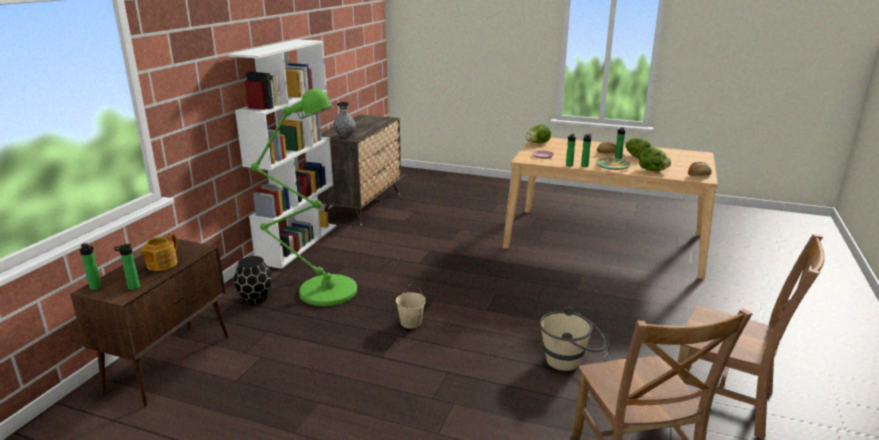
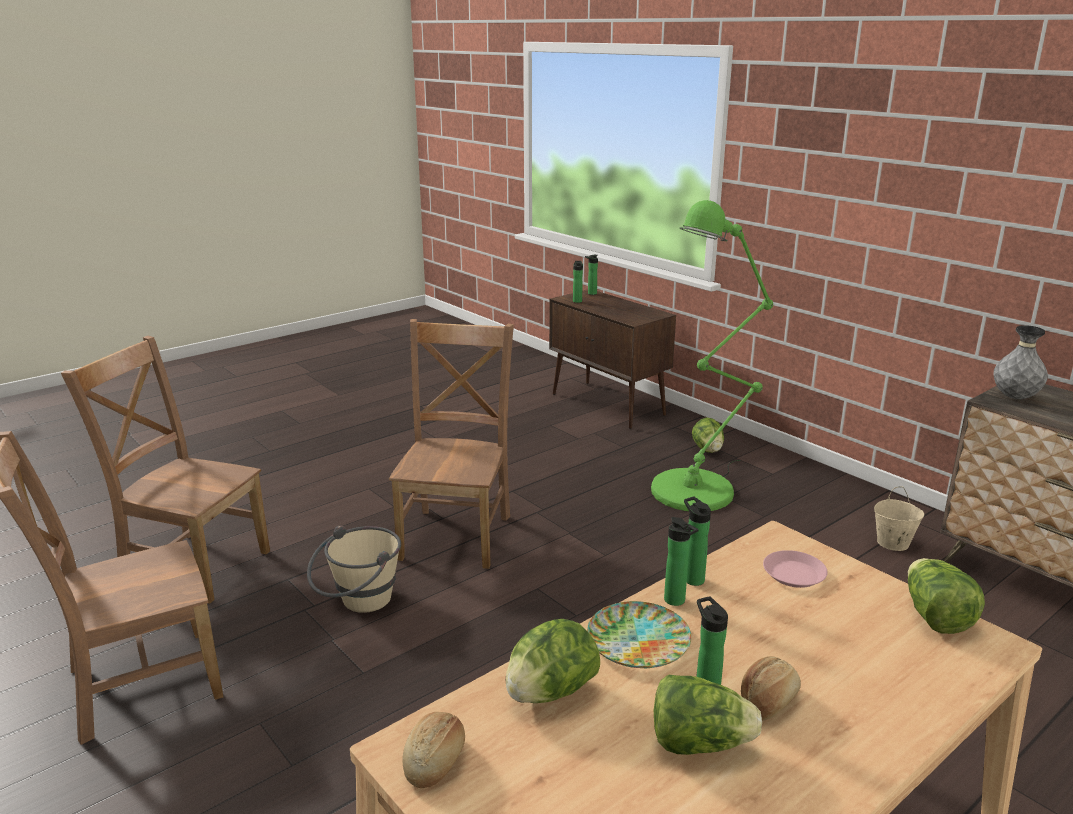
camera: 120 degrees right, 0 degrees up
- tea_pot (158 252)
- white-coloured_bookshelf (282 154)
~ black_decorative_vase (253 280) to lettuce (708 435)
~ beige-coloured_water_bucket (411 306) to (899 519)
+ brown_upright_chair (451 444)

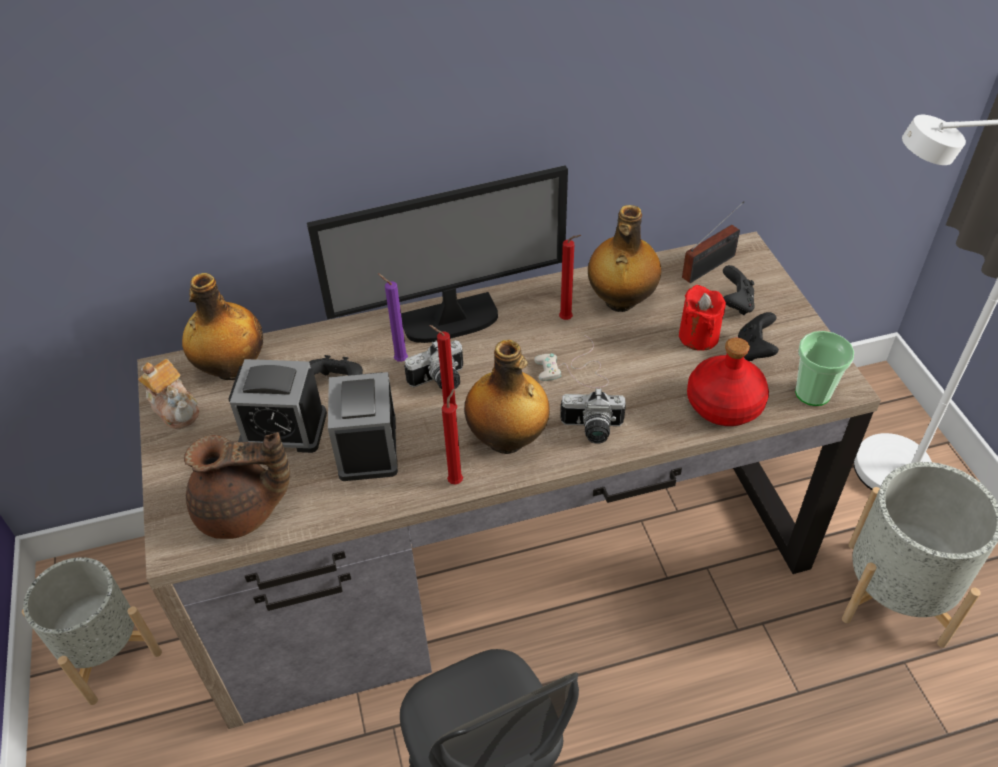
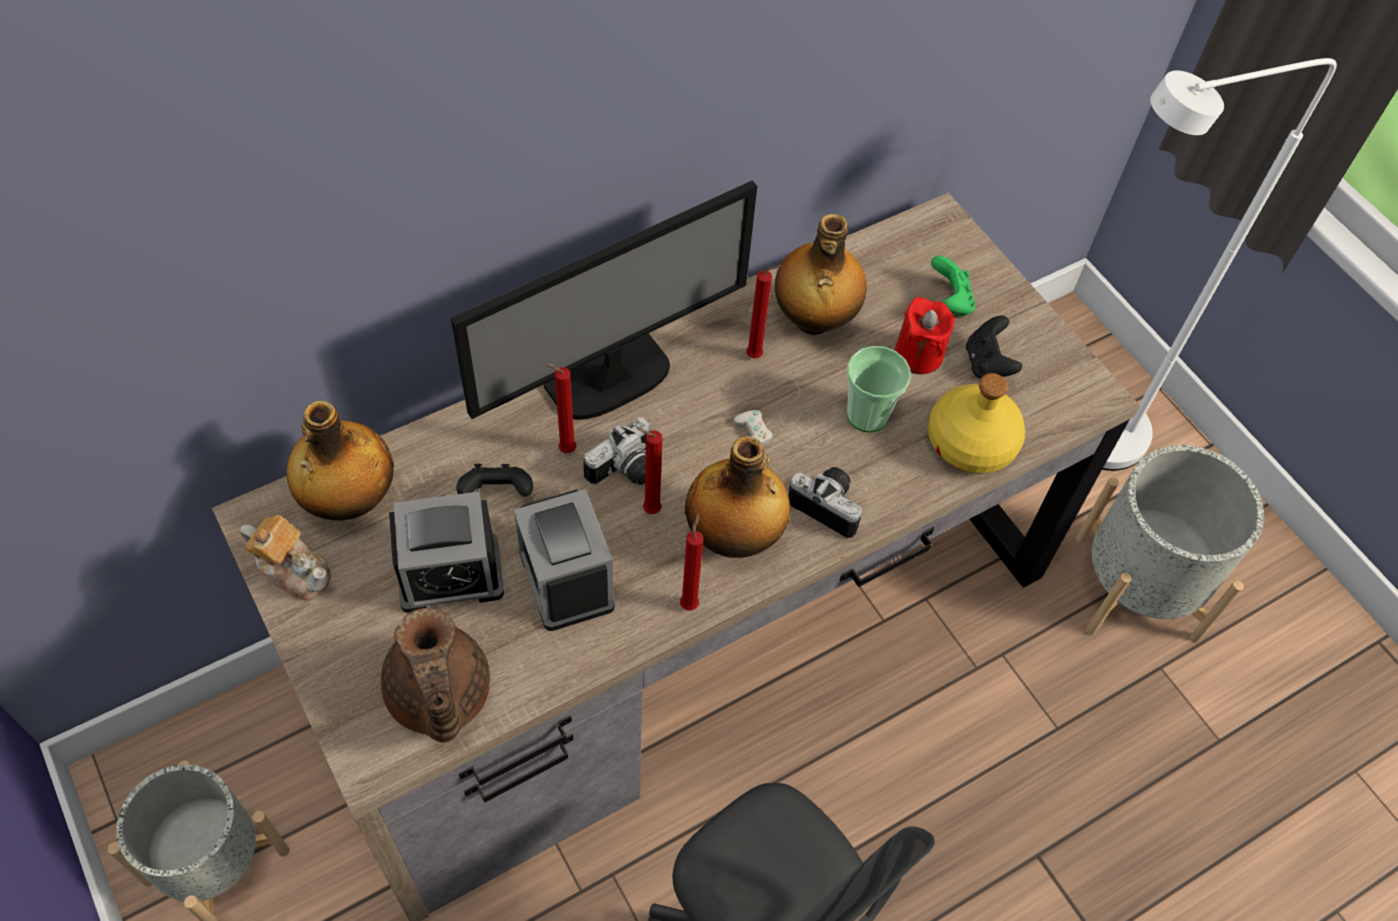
camera: 20 degrees left, 10 degrees up
~ brown_tea_pot (237 485) = (435 675) 90 degrees clockwise
~ purplish_candle (393 317) to reddish_candle (560 407)
~ still_camera (593 416) = (825 502) 135 degrees counterclockwise
- radio_set (713 242)
~ reddish_drink_bottle (728 382) to yellowish_drink_bottle (976 423)
~ black_game_controller (739 290) to green_game_controller (953 286)
~ drinking_cup (824 368) to (879 389)

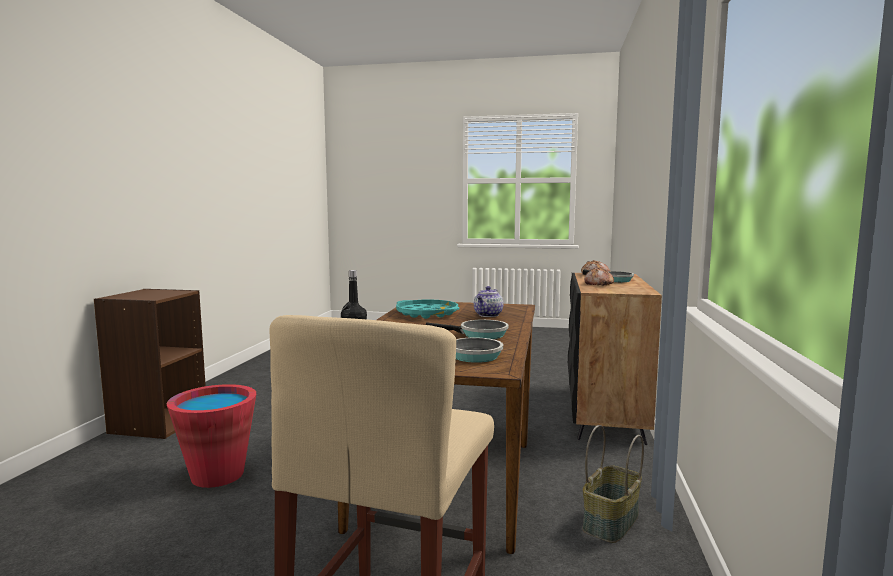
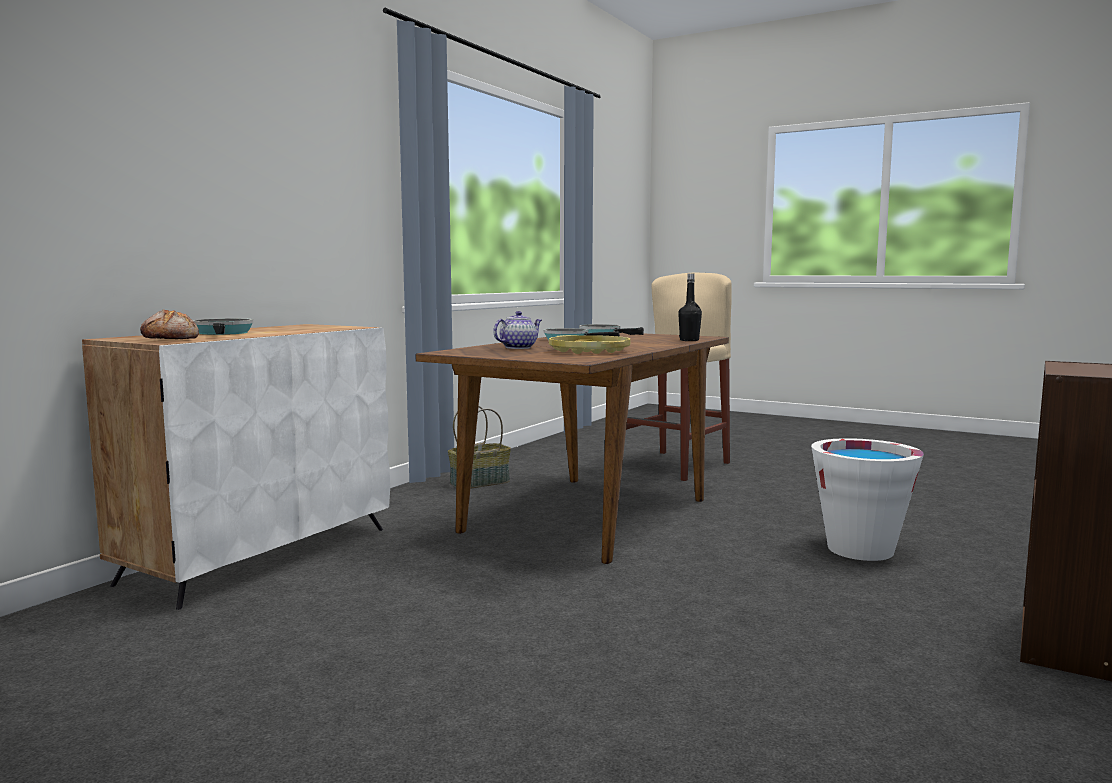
camera: 160 degrees left, 0 degrees up
~ reddish_water_bucket (211 436) to white-coloured_water_bucket (867 499)
~ blue-green_carrying_tray (427 309) to yellowish_carrying_tray (590 344)
~ black_storage_cabinet (615 359) to white-coloured_storage_cabinet (236 467)
- bakery_bread (599 276)

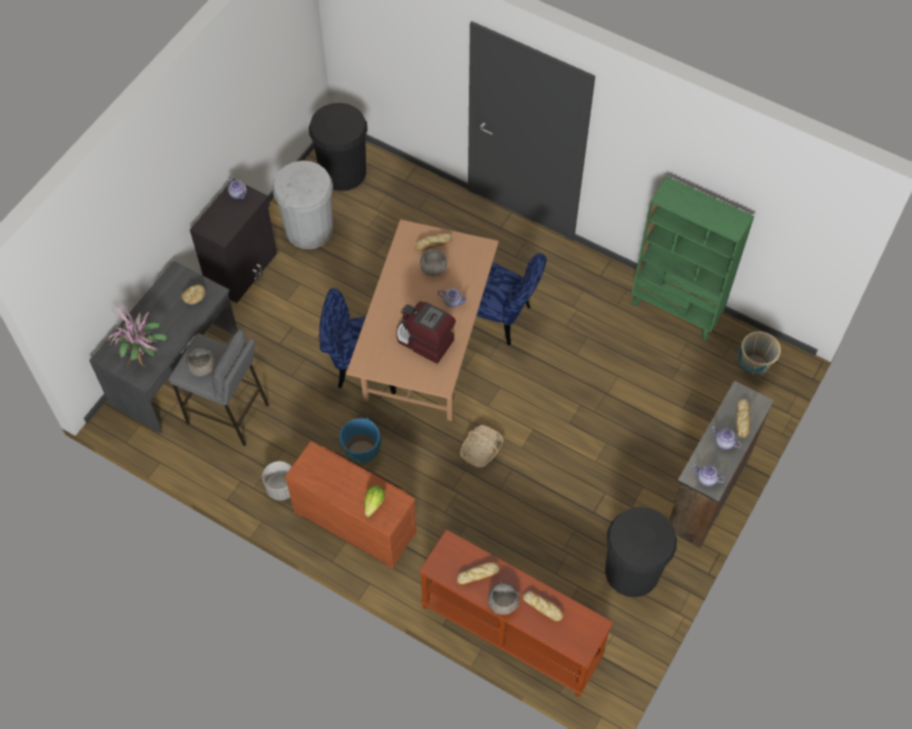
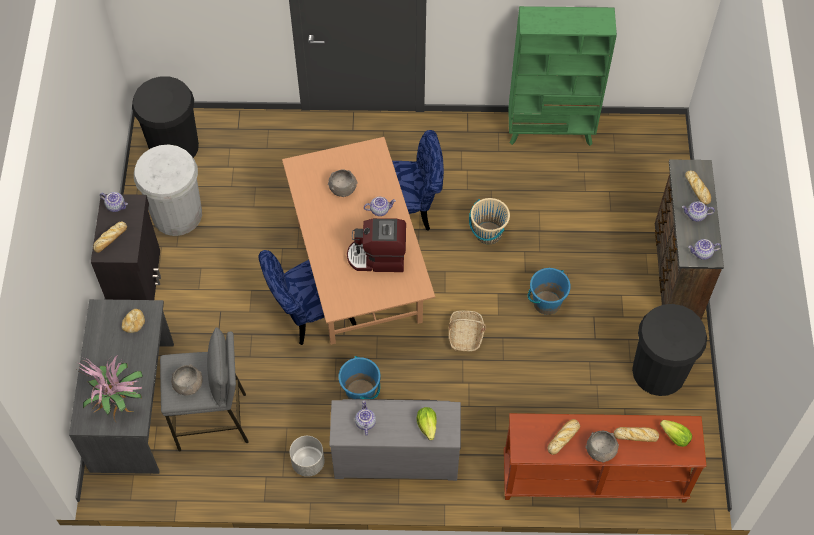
camera: 30 degrees left, 0 degrees up
~ brown_chest_of_drawers (351 505) to grey_chest_of_drawers (395 440)
~ bakery_bread (433 242) to (110 237)
~ beige-coloured_water_bucket (760 353) to (489 221)
+ tea_pot (365 417)
+ blue_water_bucket (549 291)
+ lettuce (676 433)

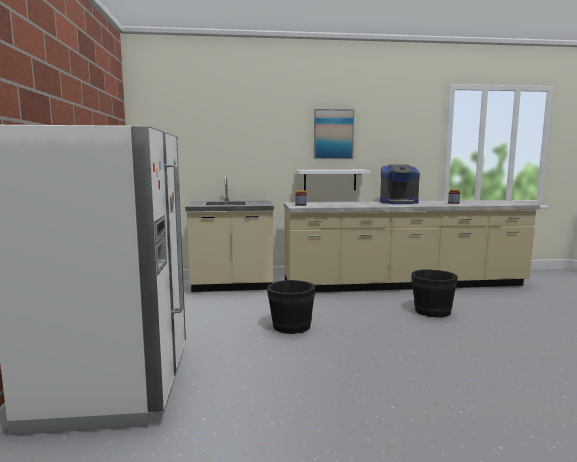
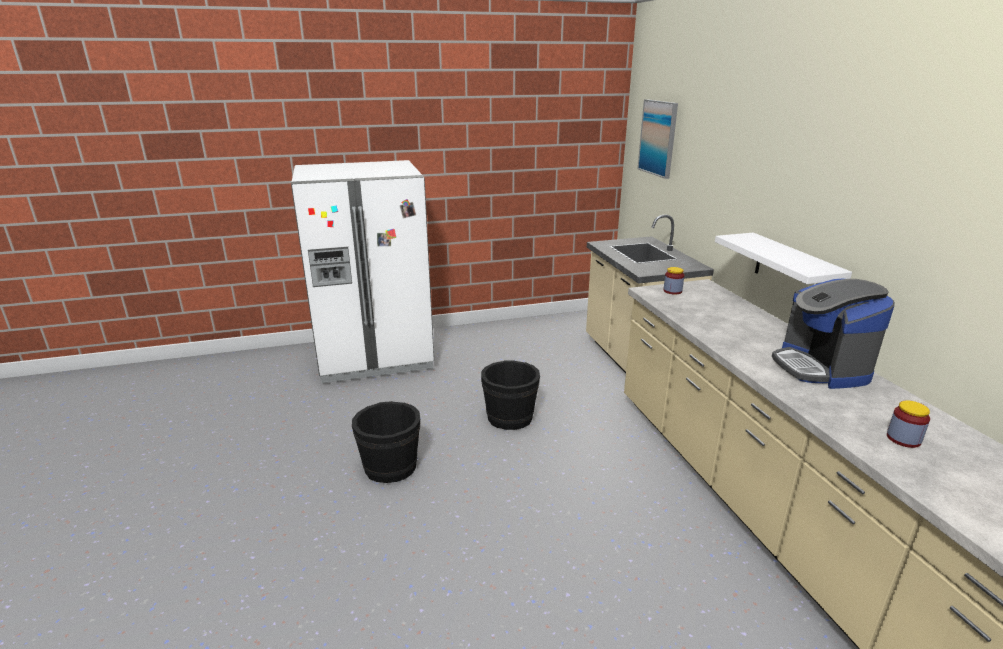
camera: 80 degrees right, 15 degrees up
~ wall_art (334 134) to (657 139)
~ black_water_bucket (434 293) to (386 442)

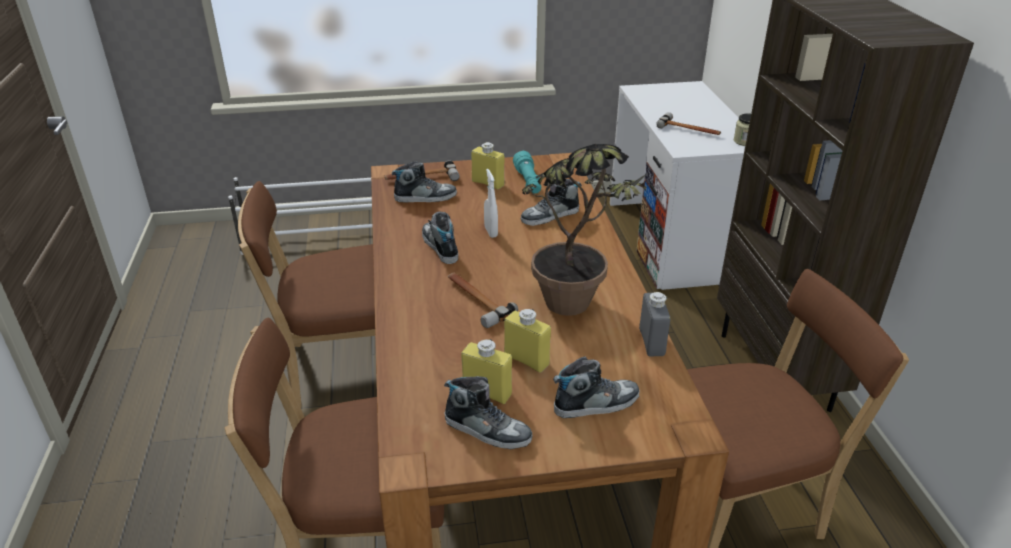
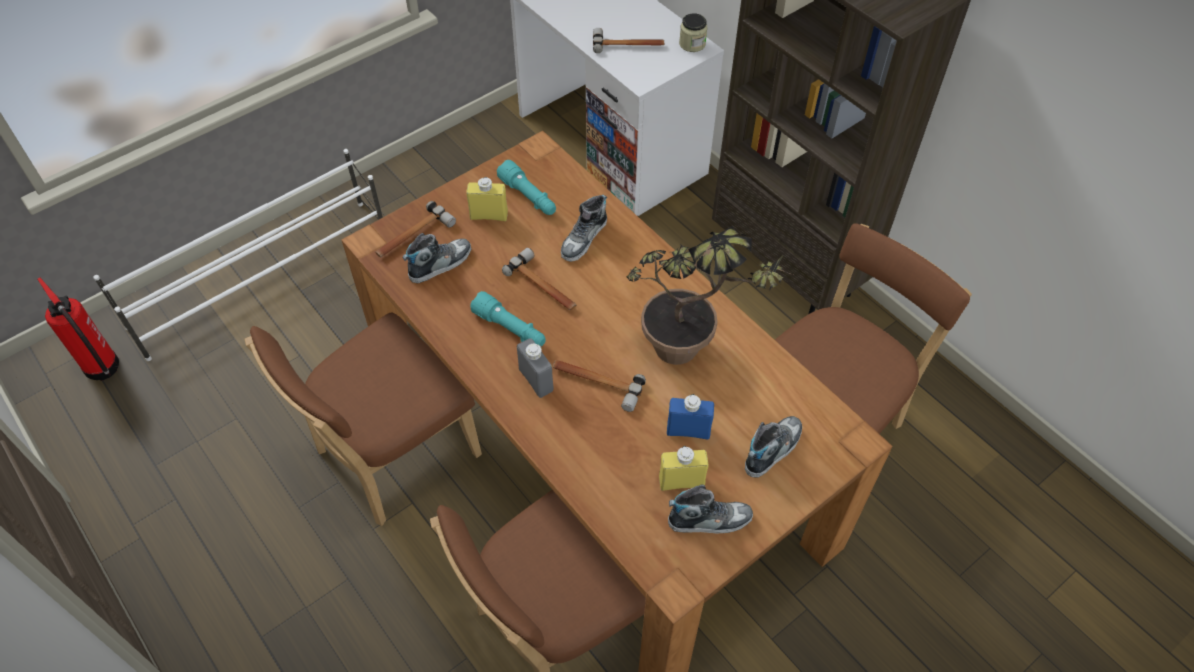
camera: 30 degrees left, 20 degrees up
~ low_shoe (440 238) to blue-green_flashlight (508 319)
~ white-coloured_sprayer (491 203) to hand_hammer (539 279)
~ yellowish_drink_bottle (527 341) to blue_drink_bottle (690 417)
~ grey_drink_bottle (655 324) to (535 368)
+ fire-fighting_cylinder (78 329)

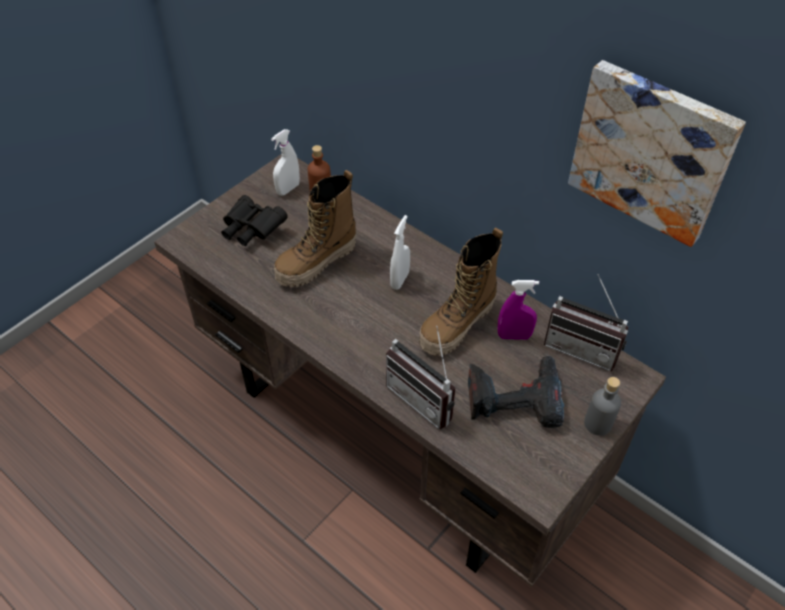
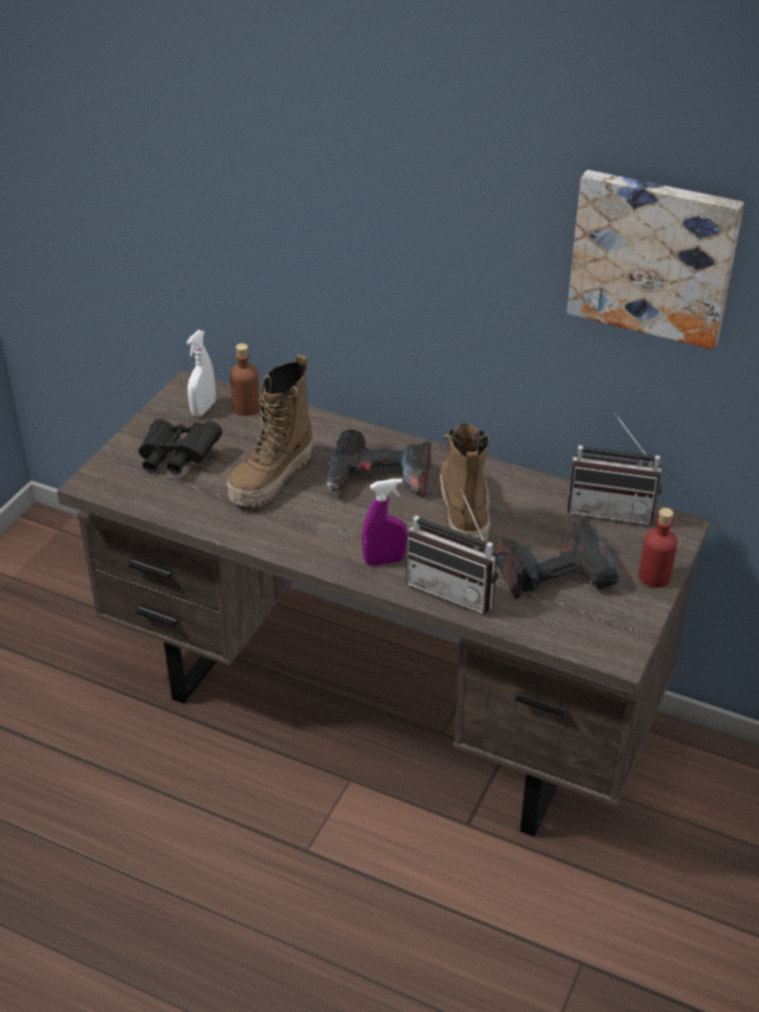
camera: 15 degrees left, 10 degrees down
~ white-coloured_sprayer (400 252) to power_drill (378 463)
~ boot (461 292) = (465 485) 150 degrees clockwise
~ purplish_sprayer (518 310) to (384 522)
~ grey_drink_bottle (602 406) to reddish_drink_bottle (657 548)

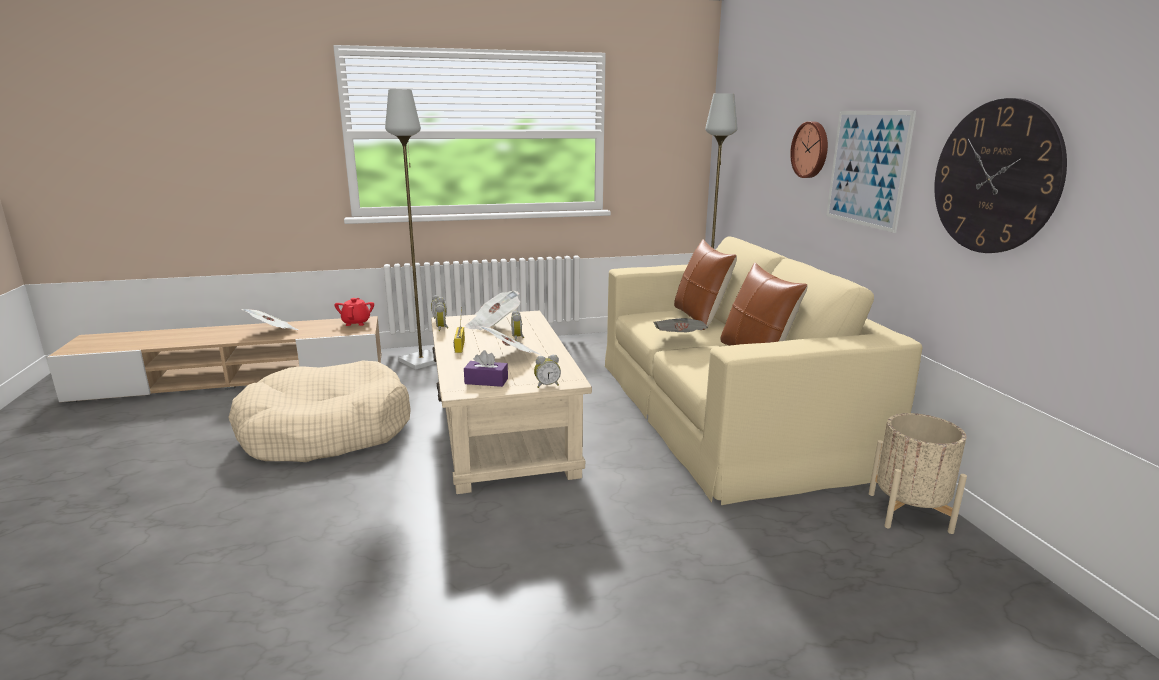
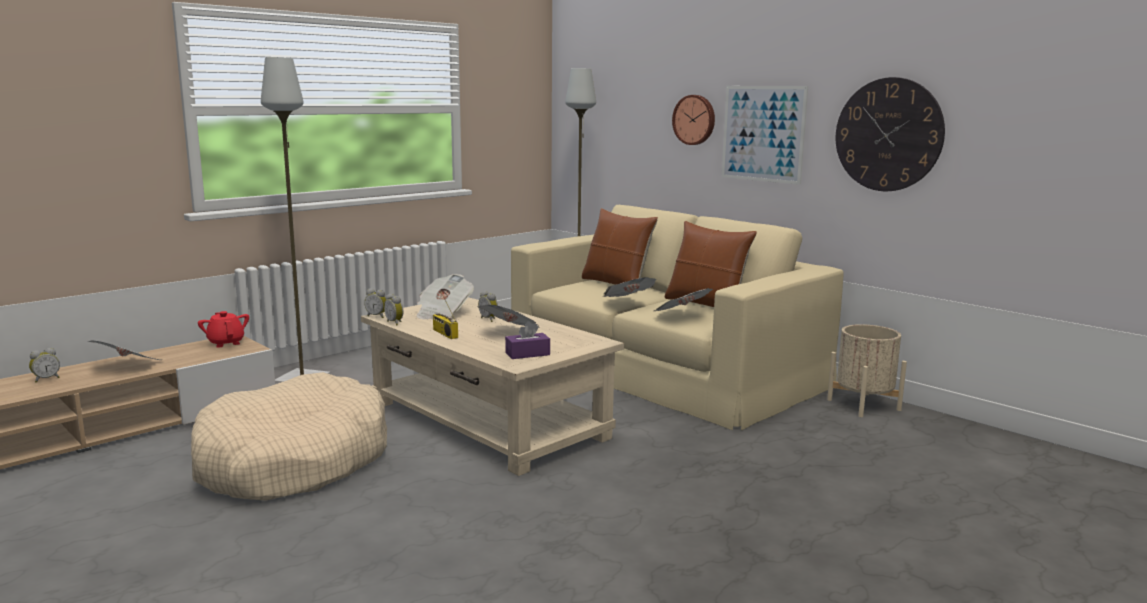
camera: 30 degrees left, 5 degrees down
~ alarm_clock (547 371) to (44 365)
+ daily_paper (683 299)

